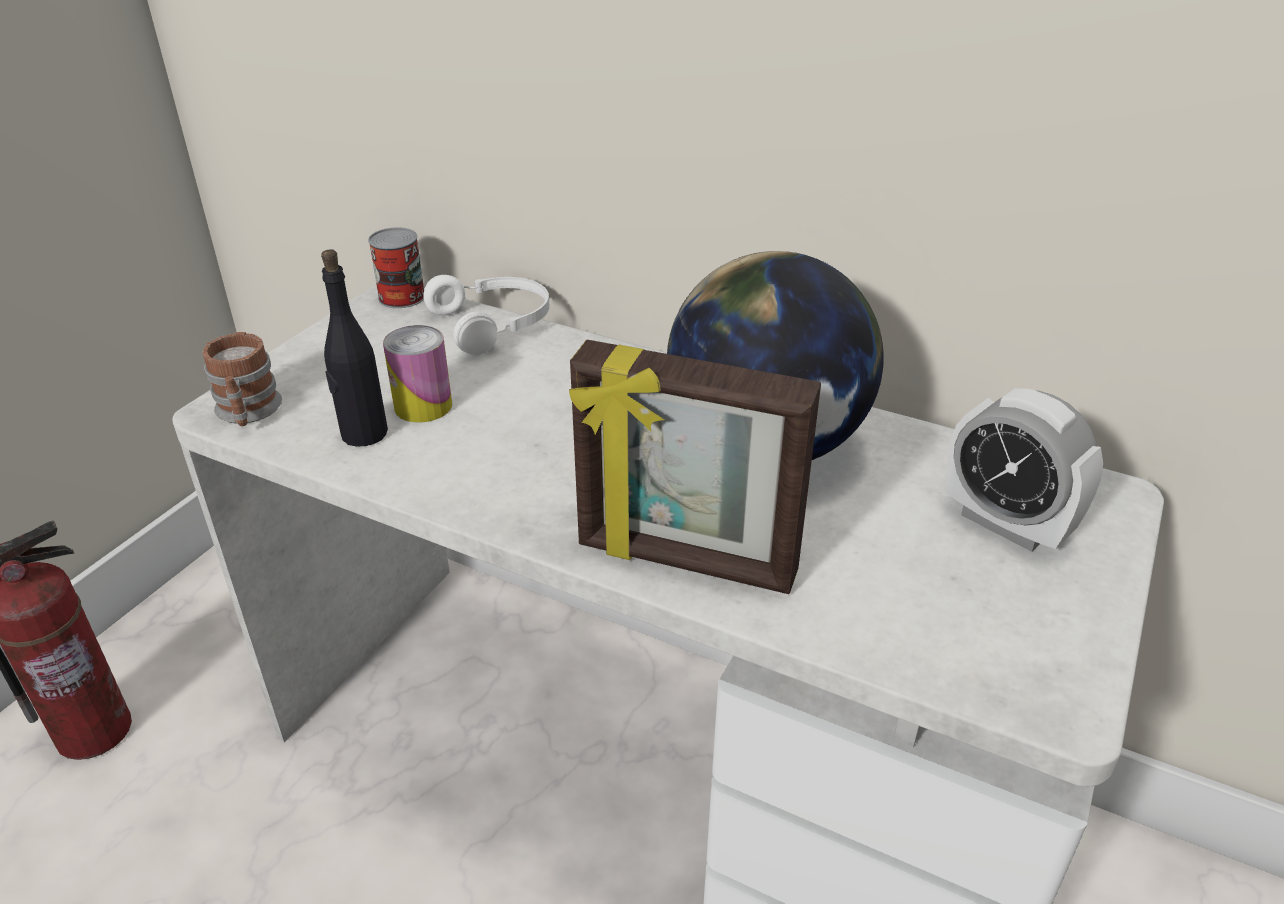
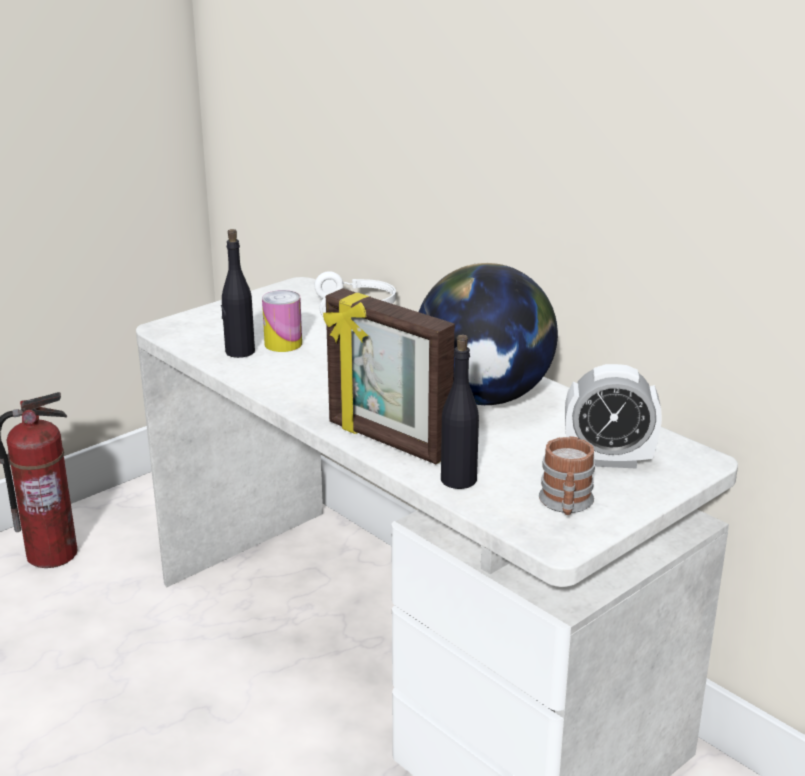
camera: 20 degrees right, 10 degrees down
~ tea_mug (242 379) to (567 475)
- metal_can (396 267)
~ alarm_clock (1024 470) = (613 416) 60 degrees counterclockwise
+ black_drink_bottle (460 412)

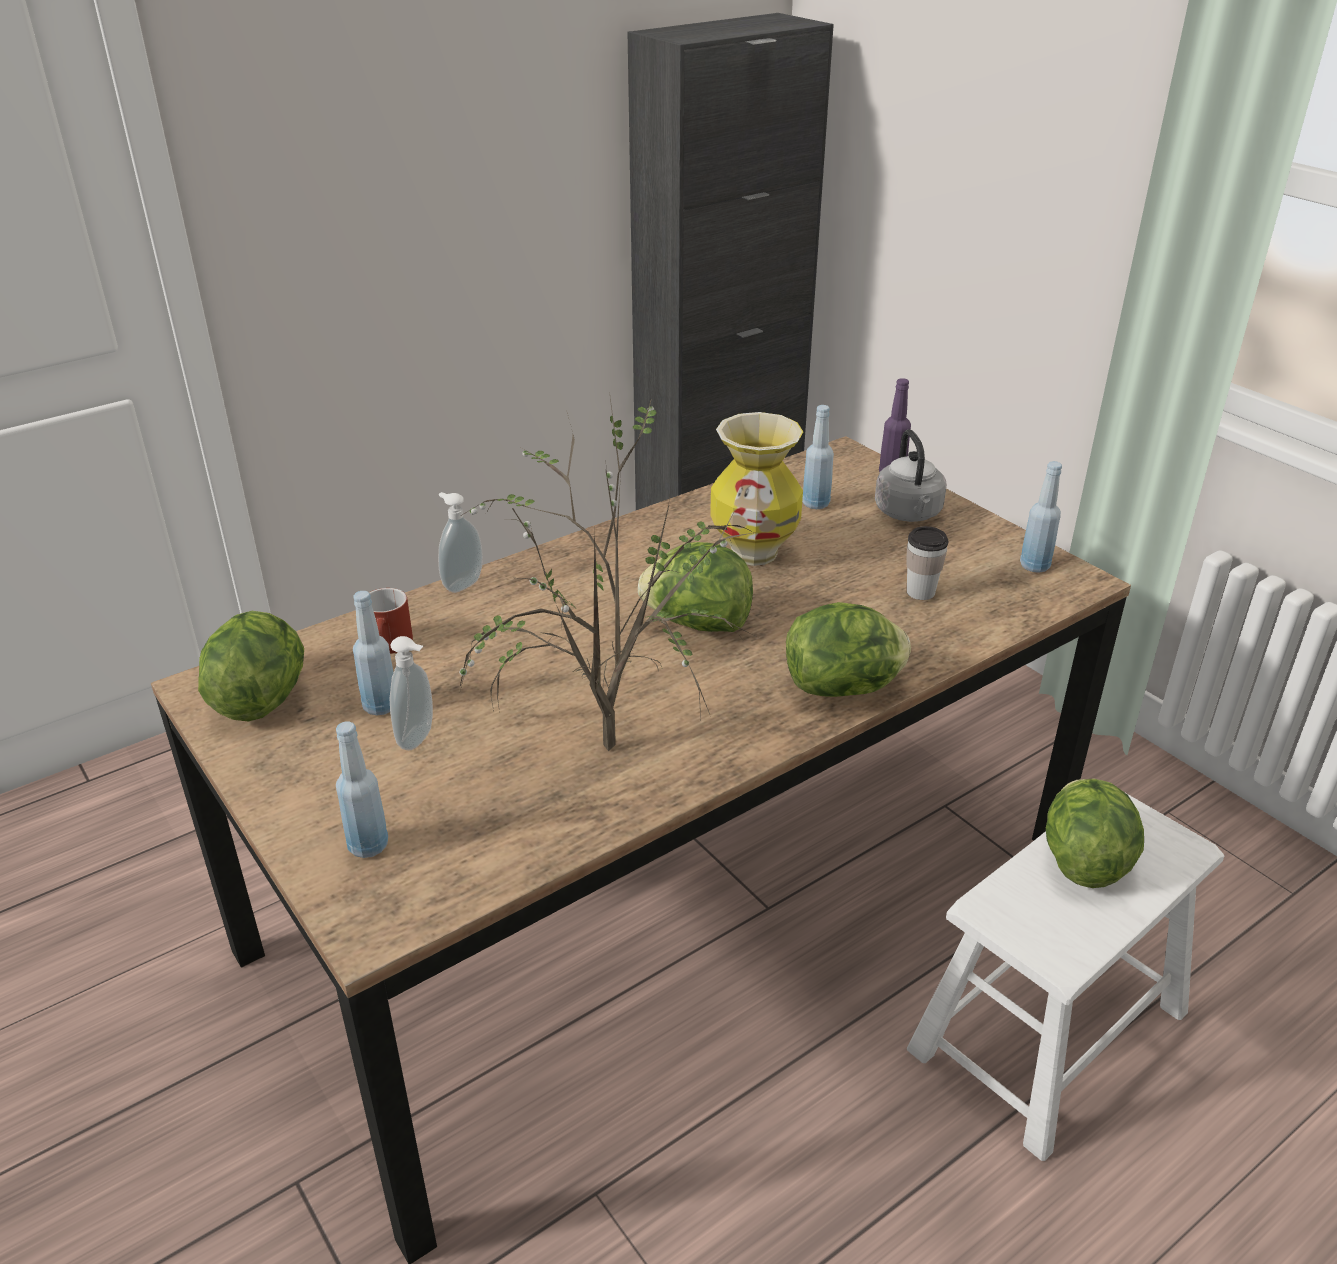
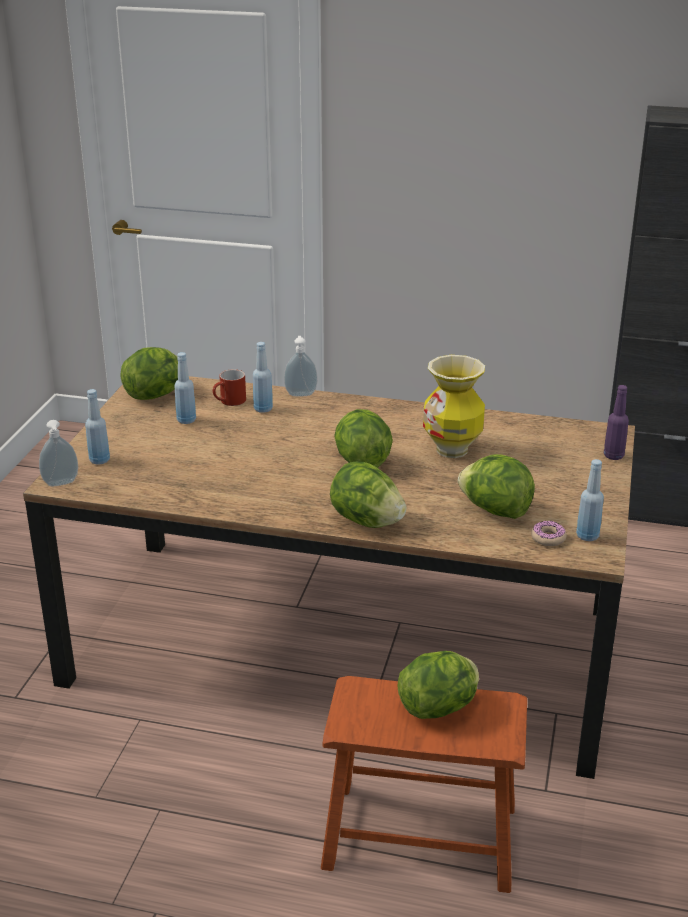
camera: 50 degrees right, 5 degrees down
~ soap_bottle (411 693) to (58 453)
- potted_plant (609 574)
~ blue_drink_bottle (818 457) to (263 377)
- grey_kettle (911 475)
~ drinking_cup (927 563) to lettuce (496 486)
~ white-coloured_stool_seat (1065 977) to brown_stool_seat (424 784)
+ donut (548 533)

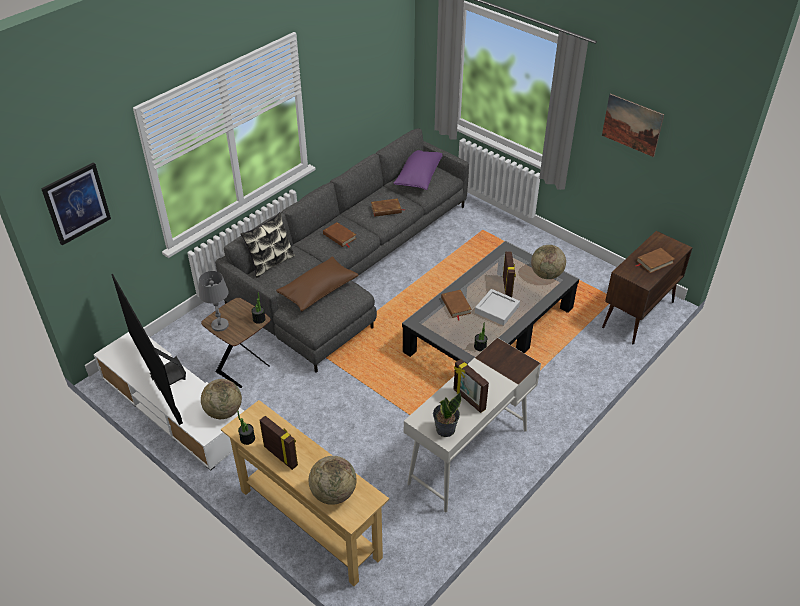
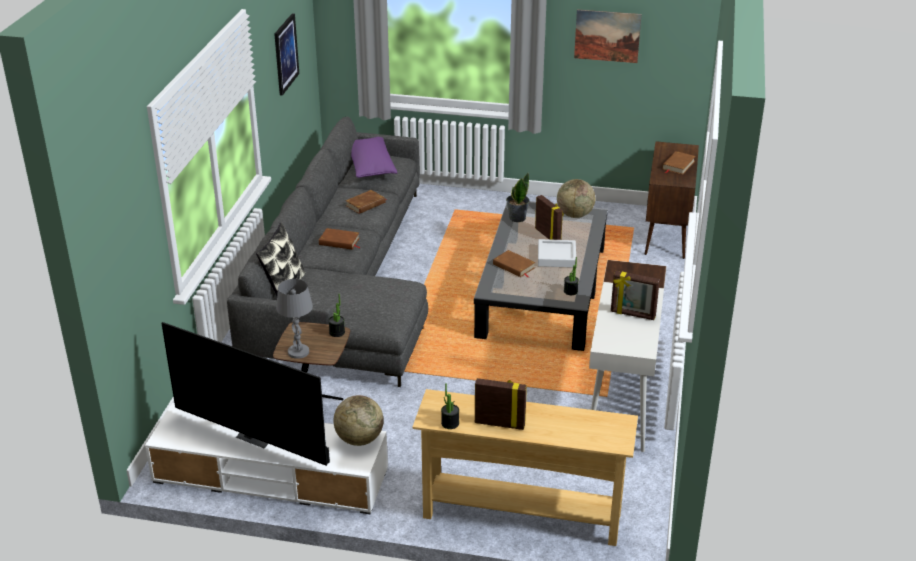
camera: 30 degrees left, 10 degrees down
~ wall_art (76 203) to (286 54)
- brown_cushion (317 283)
- globe (333 480)
~ potted_plant (447 414) to (518 197)

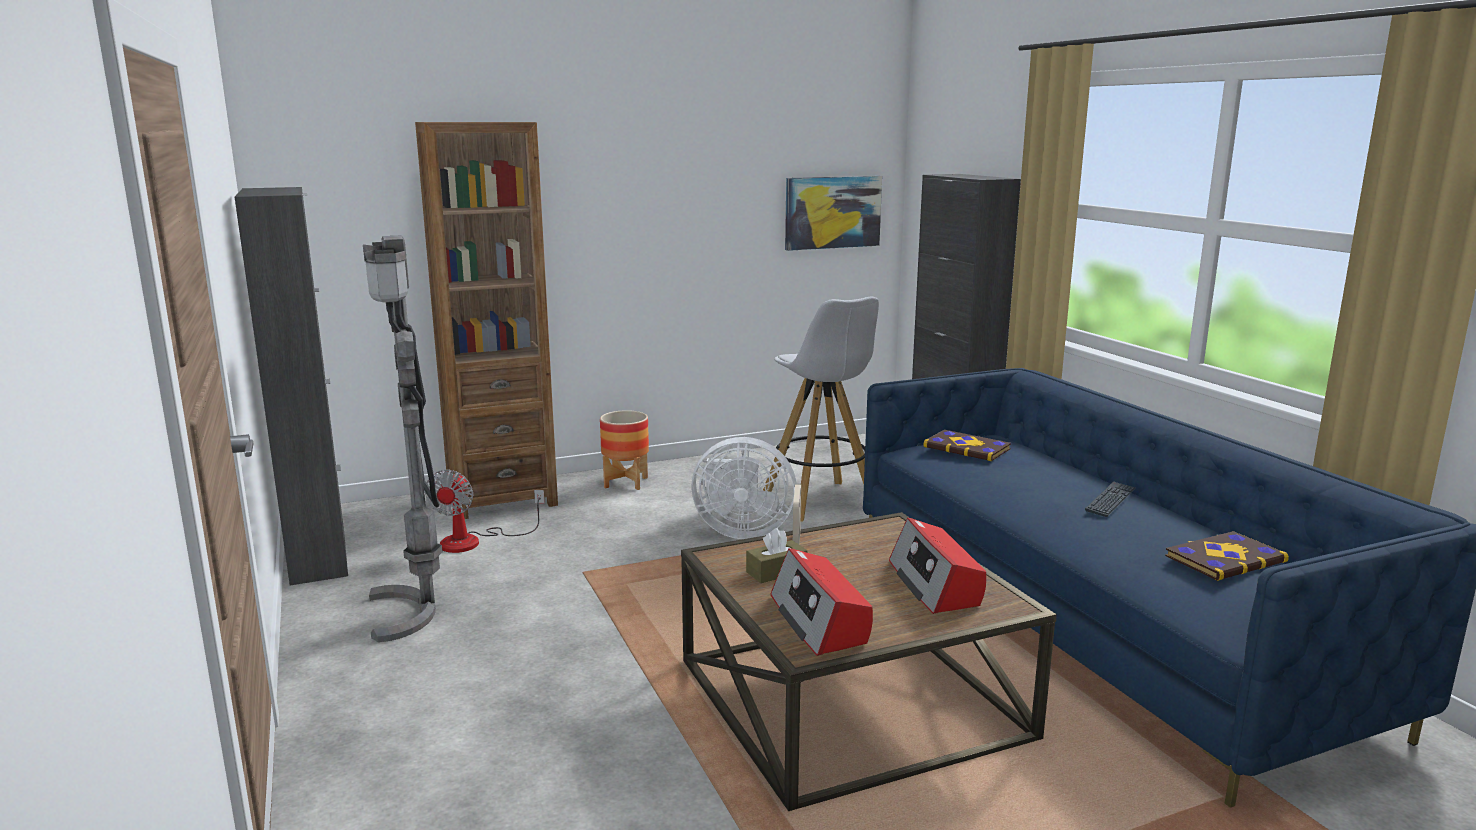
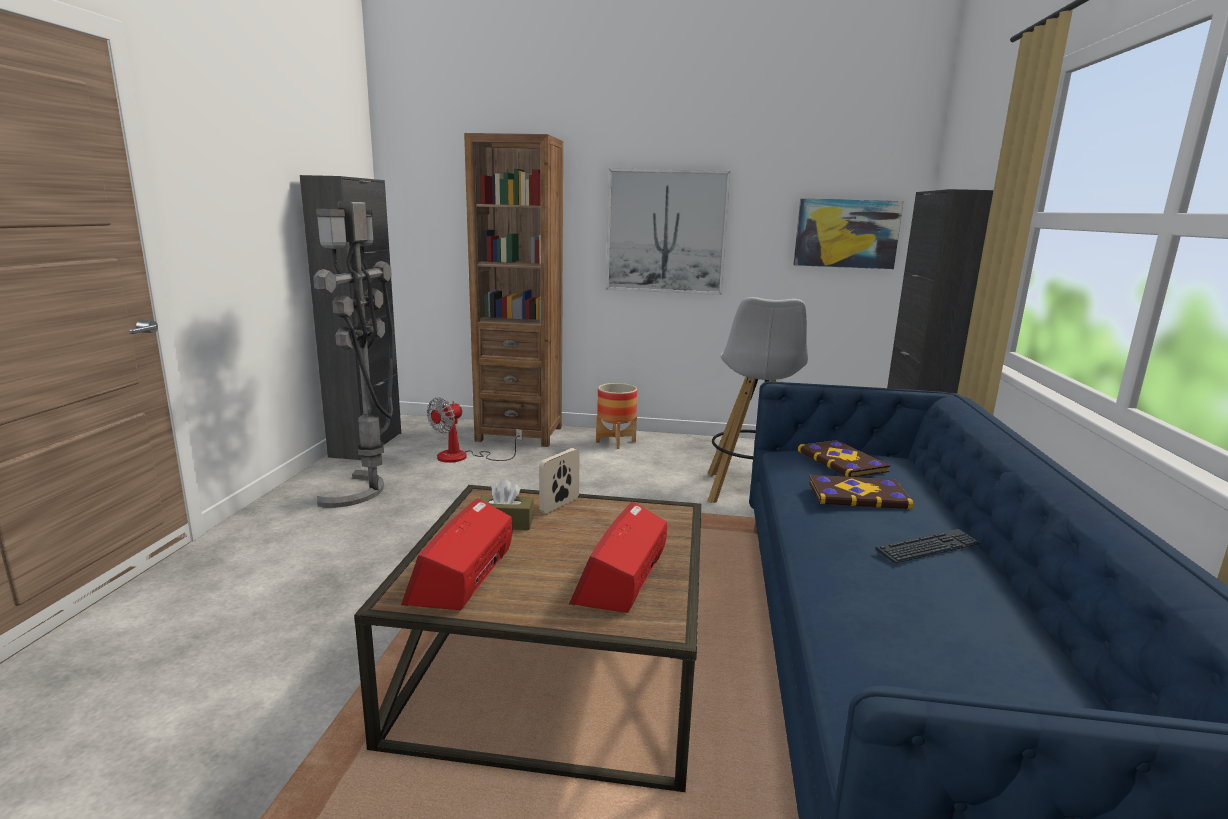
camera: 30 degrees right, 0 degrees up
- white-coloured_cooling_fan (744 488)
~ book (1227 556) to (861 492)
+ wall_art (668 231)

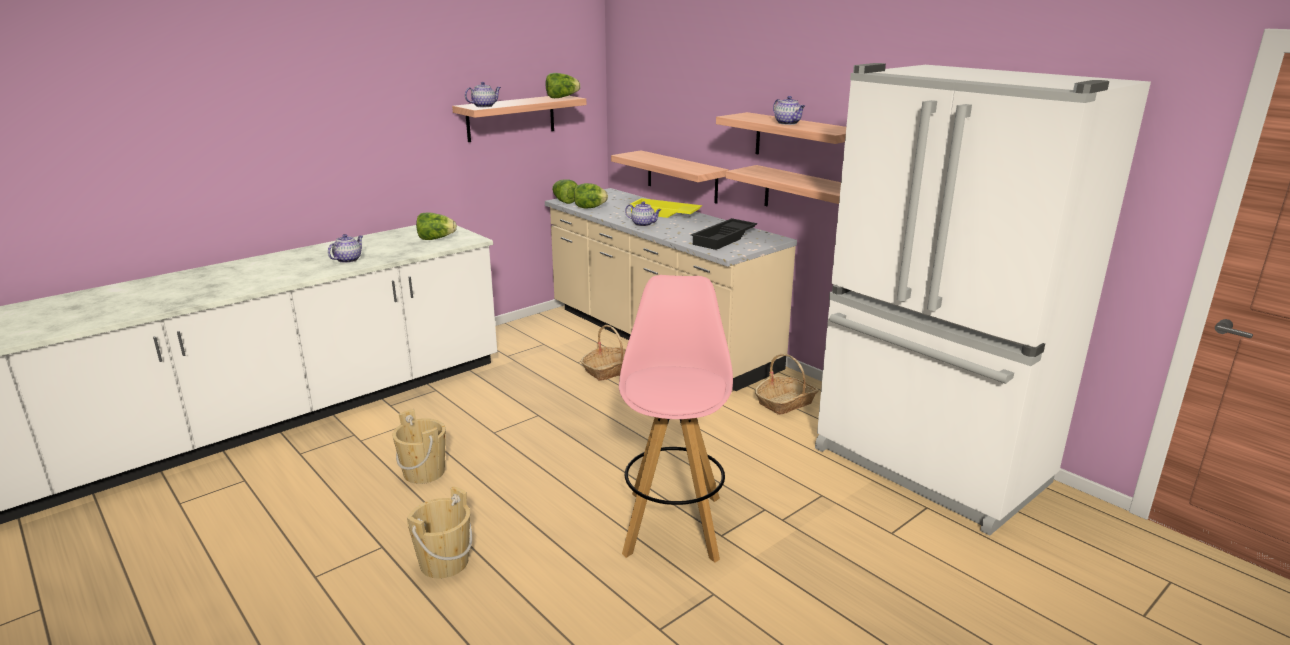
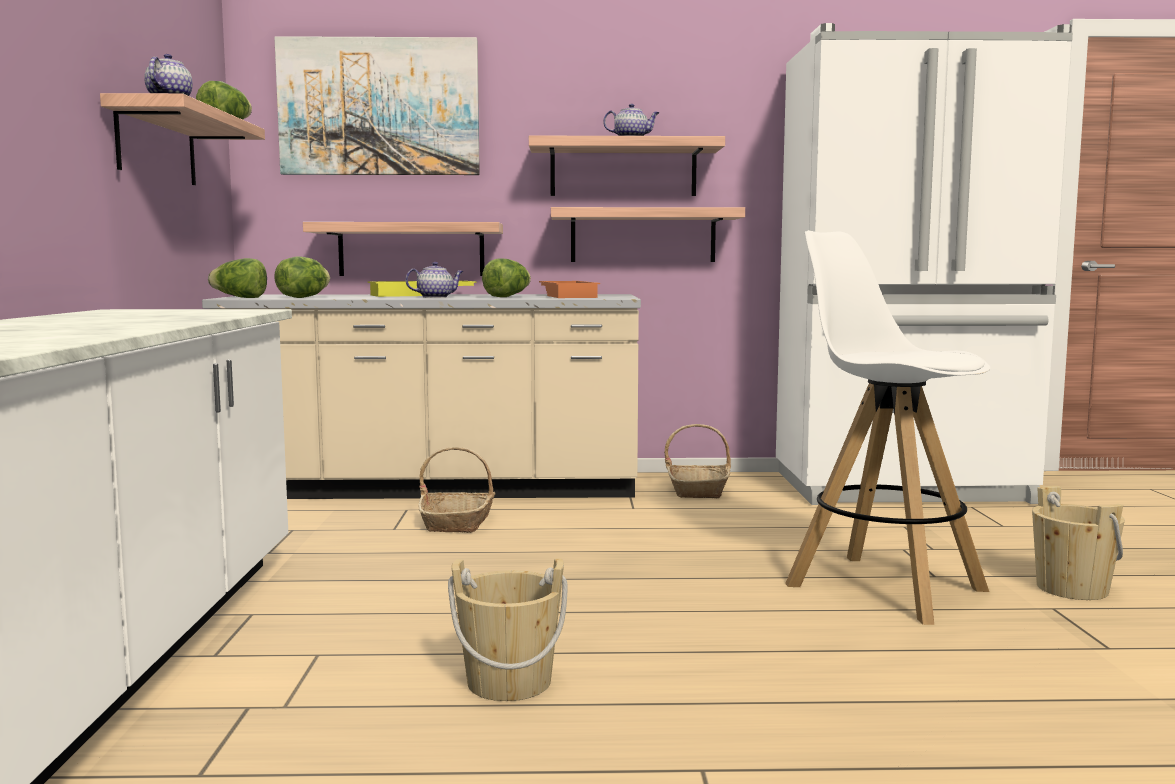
camera: 50 degrees left, 15 degrees down
- tea_pot (345 248)
~ beige-coloured_water_bucket (439 532) to (1078 543)
~ lettuce (436 226) to (506 277)
~ pinkish_stool_seat (676 419) to white-coloured_stool_seat (888 427)
~ black_carrying_tray (724 234) to orange-coloured_carrying_tray (569 289)
+ wall_art (377 105)

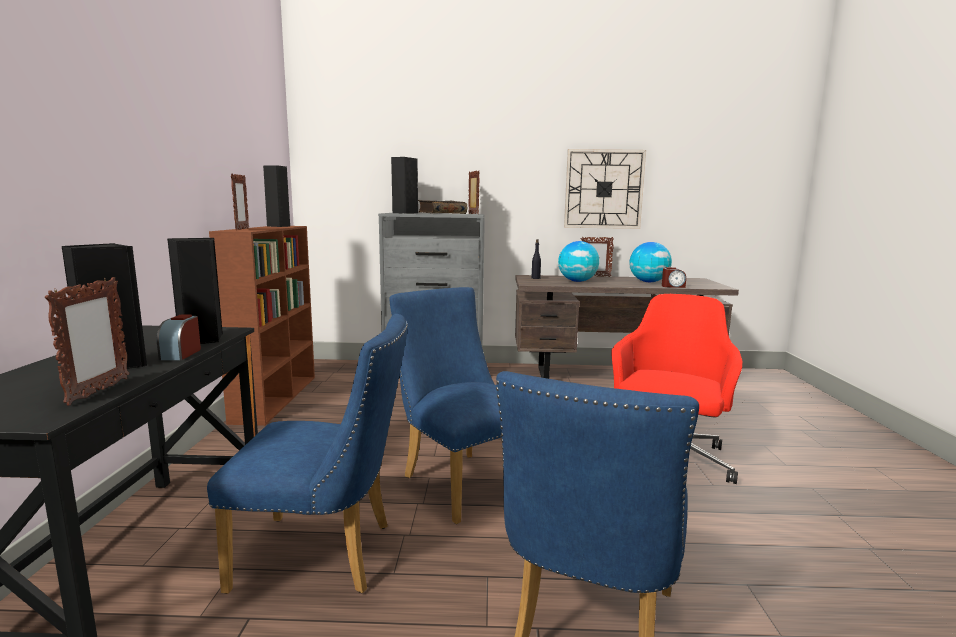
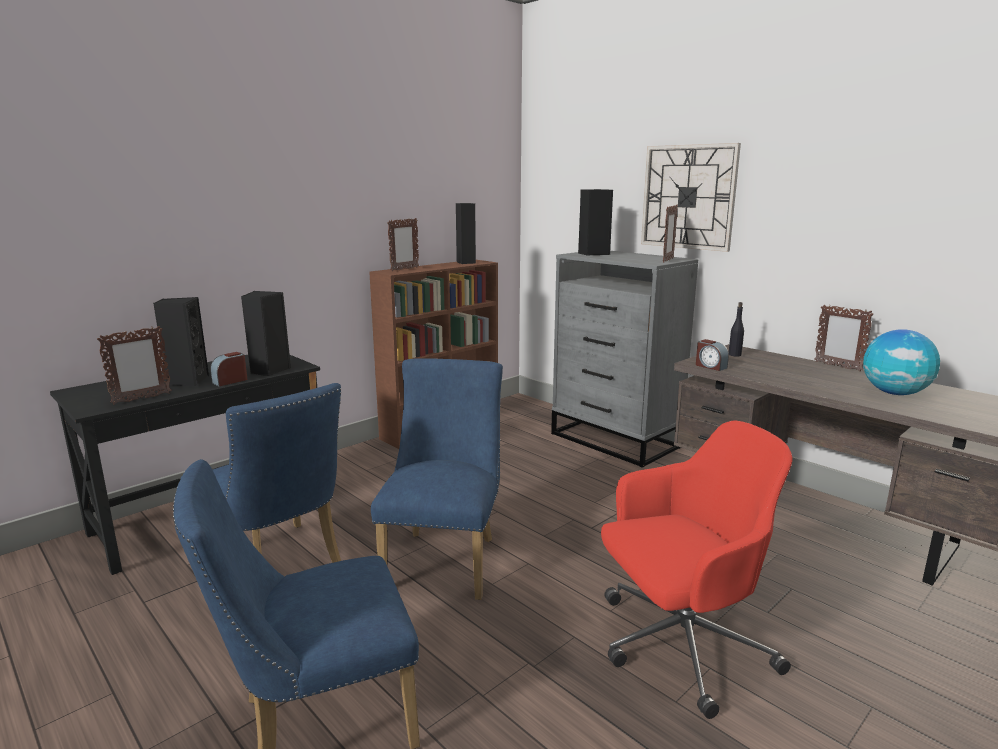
camera: 45 degrees right, 5 degrees up
- book (442 207)
- globe (578 261)
~ wall_clock (605 189) to (691 197)
~ alarm_clock (674 277) to (712 355)

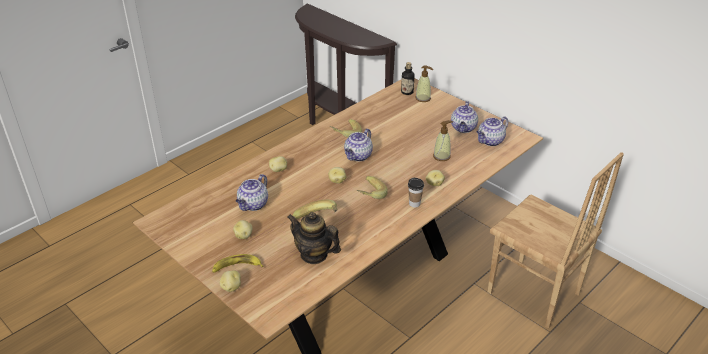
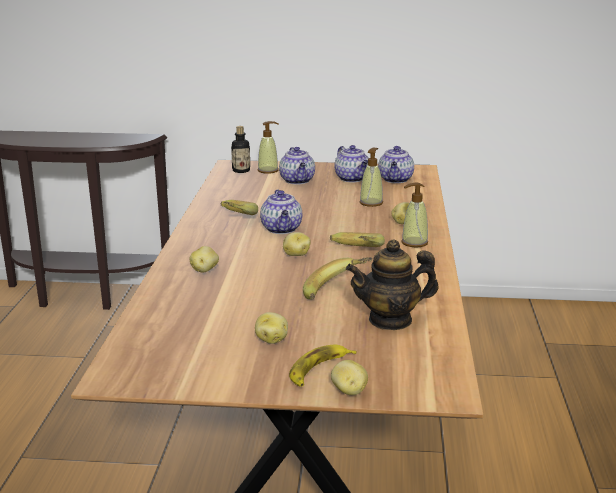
camera: 40 degrees left, 15 degrees down
~ tea_pot (252 192) to (297 165)
~ drinking_cup (416 193) to soap_bottle (415 215)
- brown_upright_chair (556 240)

